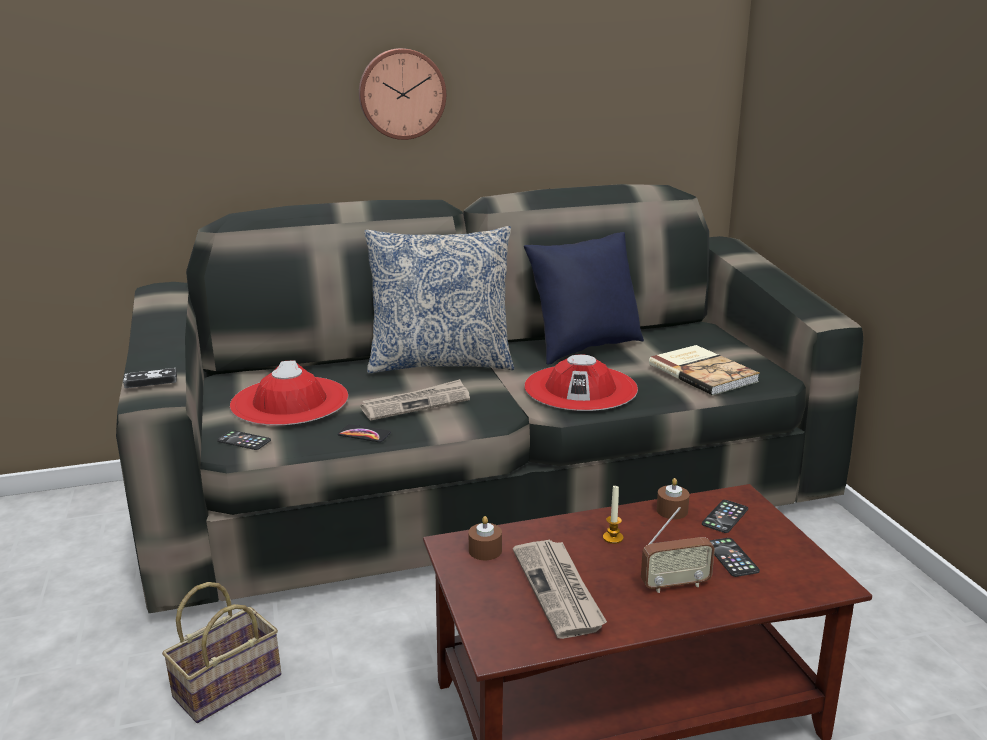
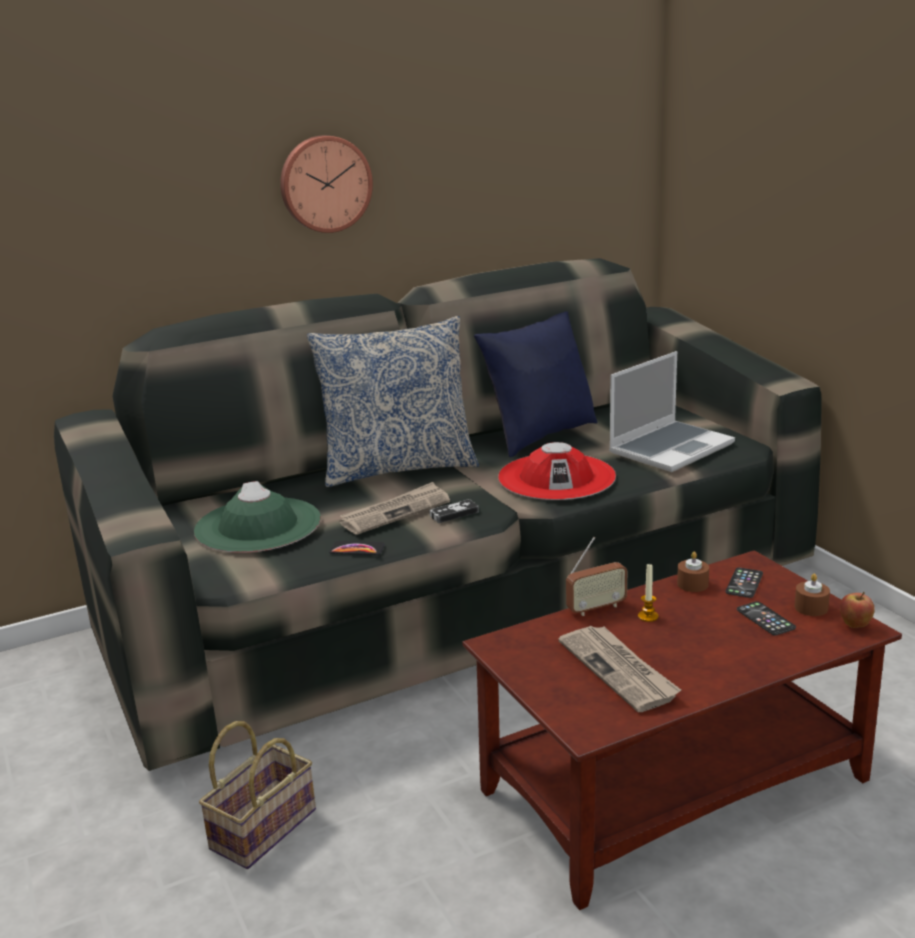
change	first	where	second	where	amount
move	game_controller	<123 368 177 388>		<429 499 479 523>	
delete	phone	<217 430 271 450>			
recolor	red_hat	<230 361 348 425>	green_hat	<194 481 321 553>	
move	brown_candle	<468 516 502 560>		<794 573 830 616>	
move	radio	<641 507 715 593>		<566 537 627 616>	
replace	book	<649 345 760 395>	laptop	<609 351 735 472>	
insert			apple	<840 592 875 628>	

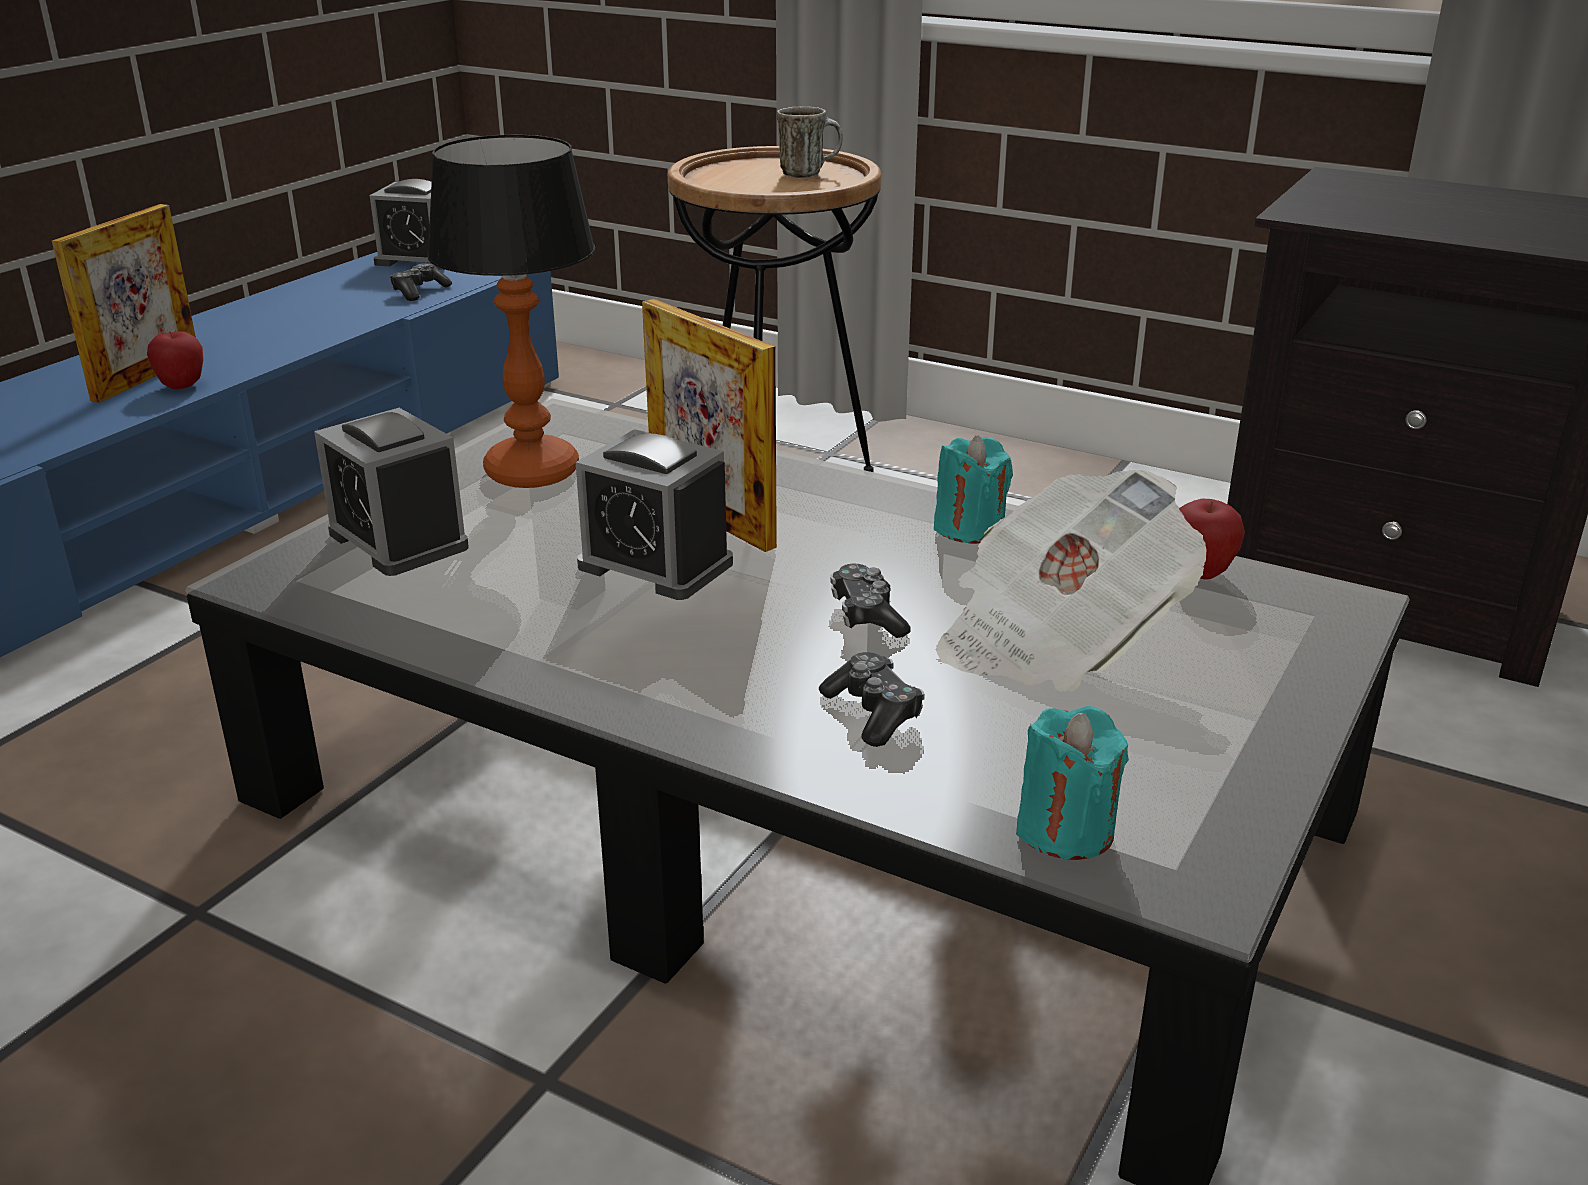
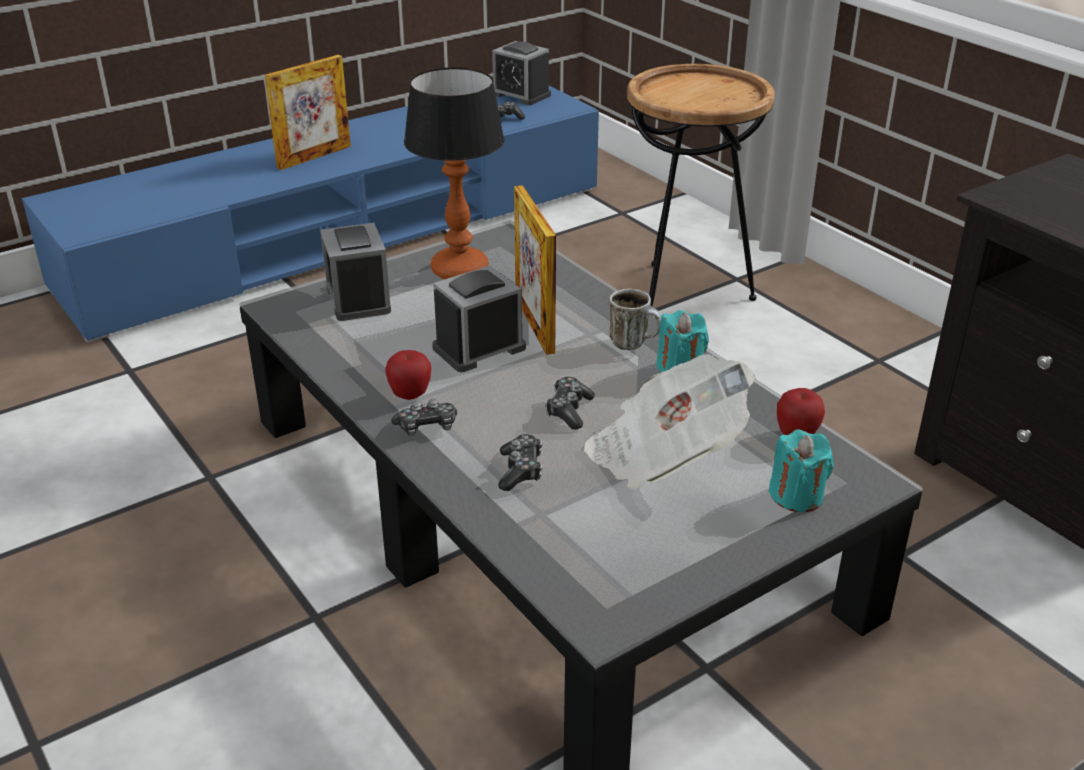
change	first	where	second	where	amount
move	apple	<147 331 203 389>		<386 350 431 400>	
rotate	alarm_clock	<575 429 733 600>		<432 265 526 372>	90 degrees clockwise
move	mug	<777 106 843 178>		<609 289 662 350>	
move	turquoise_candle	<1016 706 1129 860>		<769 429 834 512>	
insert			game_controller	<391 399 457 436>	

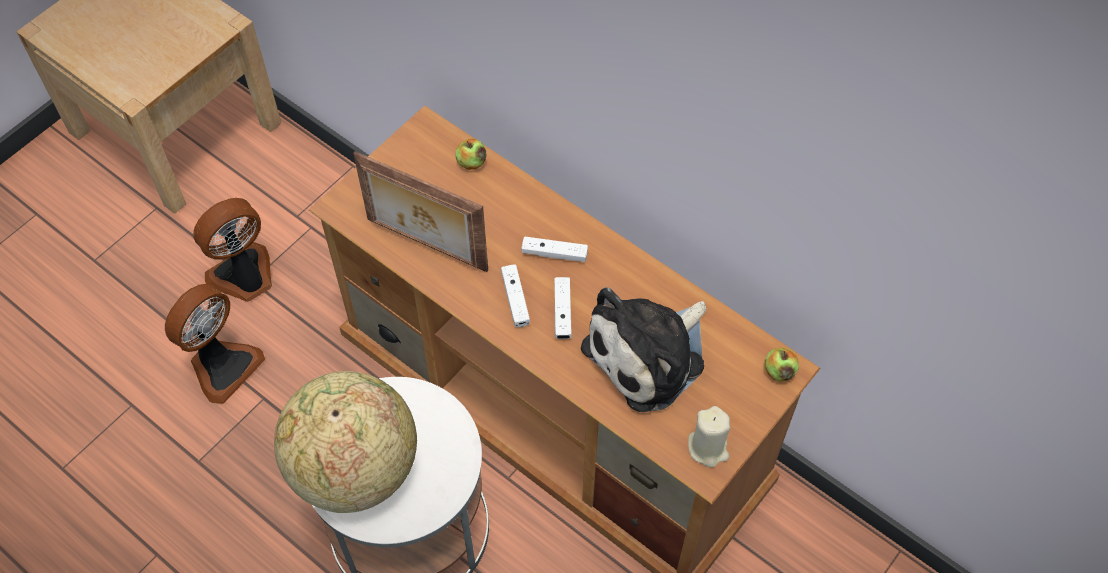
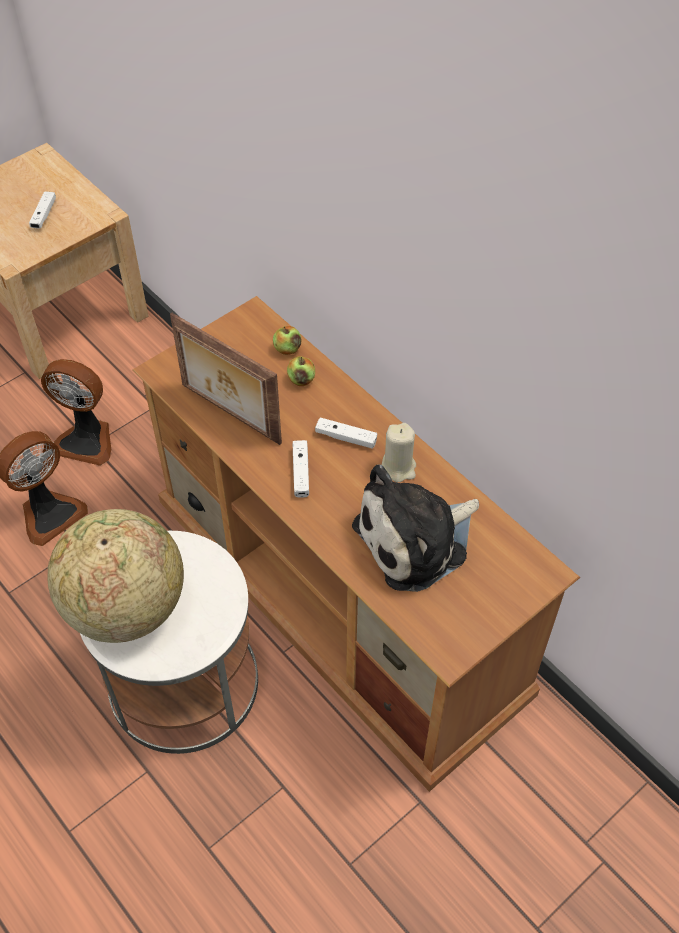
change	first	where	second	where	amount
rotate	fan	<193 198 272 302>		<41 359 111 466>	135 degrees counterclockwise
move	white_game_controller	<554 277 572 339>		<29 191 56 229>	
move	beige_candle	<688 406 730 468>		<382 423 416 482>	
move	apple	<765 348 799 382>		<287 356 315 386>	

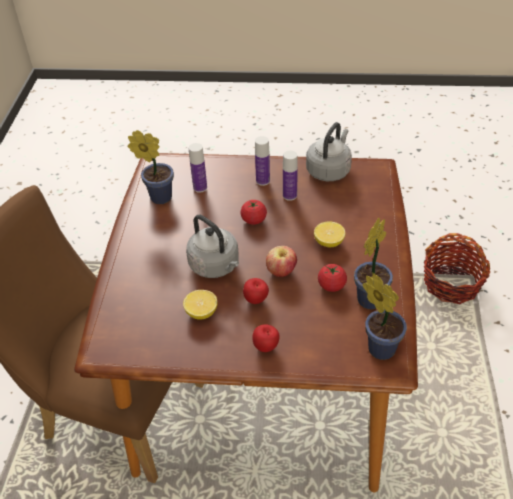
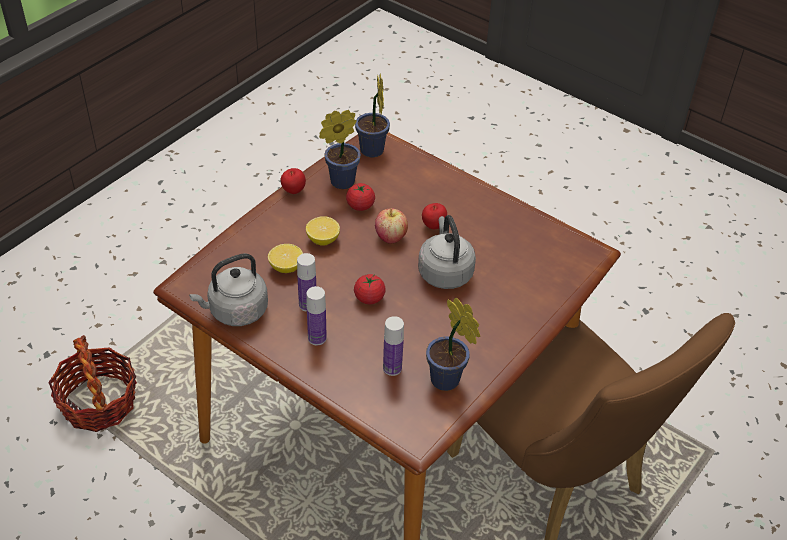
change	first	where	second	where	amount
move	lemon	<183 290 218 319>		<268 244 303 273>	
move	apple	<252 324 280 352>		<280 168 306 194>	

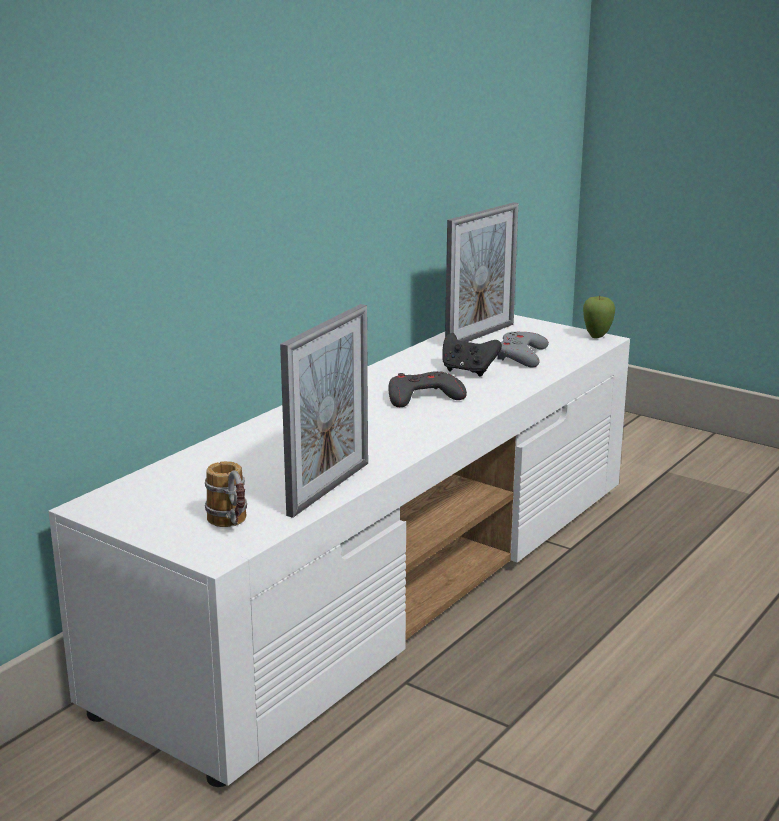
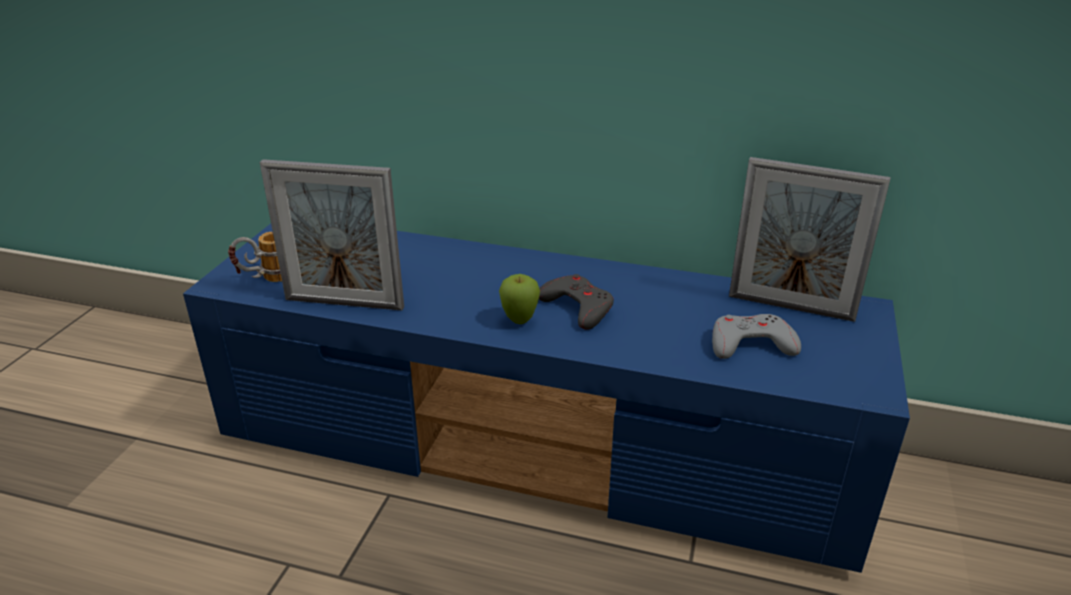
change	first	where	second	where	amount
recolor	white_tv_stand	<48 315 630 787>	blue_tv_stand	<183 224 910 573>	
delete	black_game_controller	<443 333 502 377>			
move	apple	<583 296 615 338>		<499 274 540 324>	

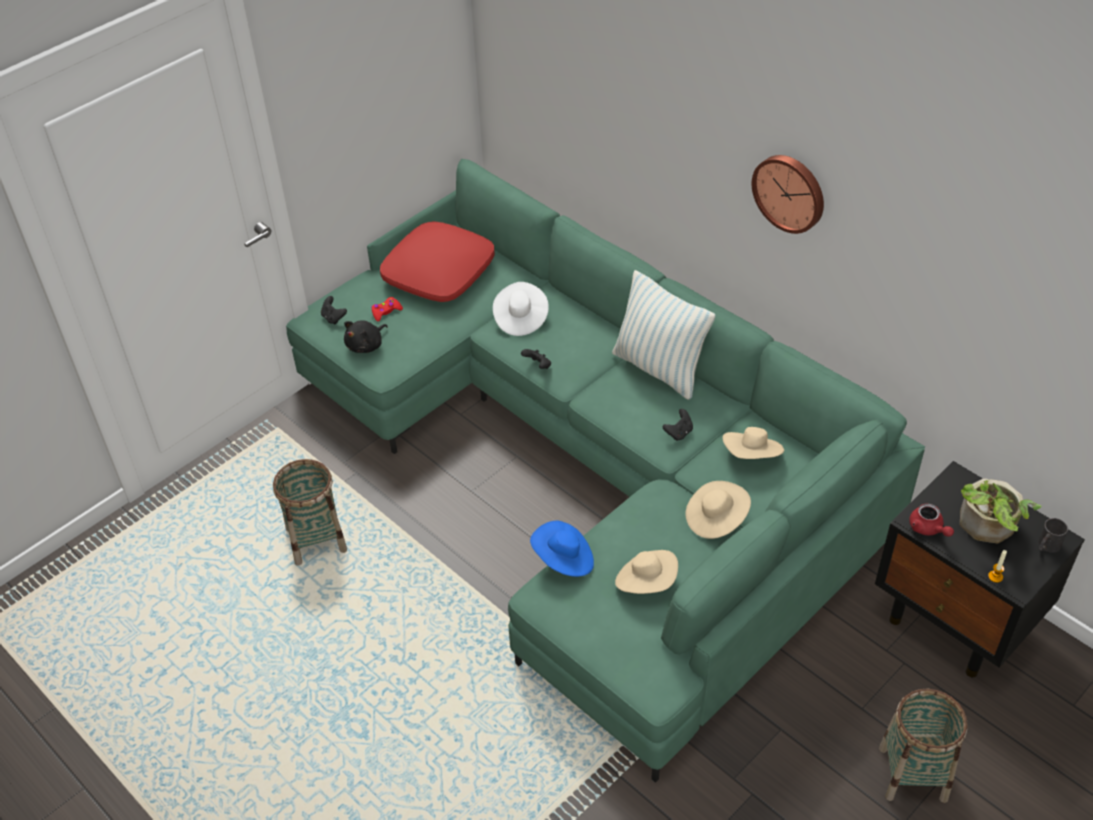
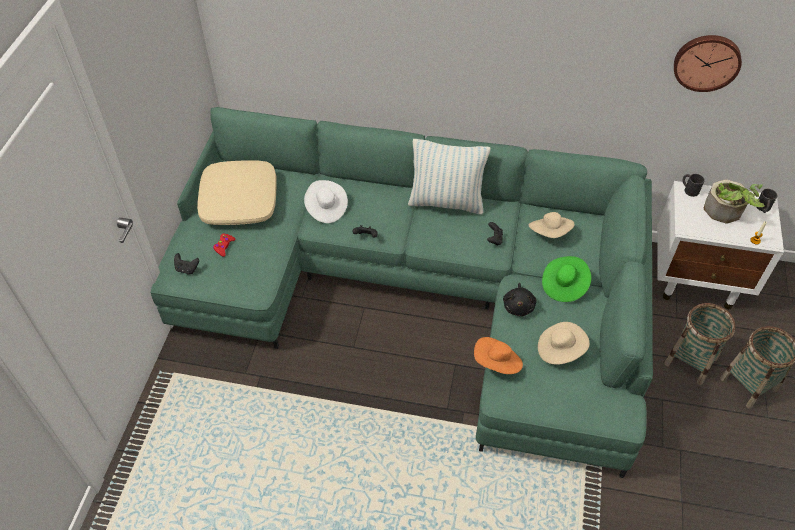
change	first	where	second	where	amount
move	basket	<273 459 347 565>		<664 303 735 385>	
move	black_plush_toy	<344 320 388 353>		<503 283 537 316>	
recolor	red_pillow	<380 221 495 302>	beige_pillow	<197 160 277 225>	
recolor	blue_hat	<530 521 594 577>	orange_hat	<474 337 523 374>	
recolor	beige_hat	<685 481 751 539>	green_hat	<542 256 591 302>	
move	wall_clock	<752 155 824 234>		<674 35 742 92>	
recolor	black_nightstand	<875 461 1085 678>	white_nightstand	<657 181 784 309>	
delete	red_teapot	<909 503 954 537>			
insert			black_mug	<682 174 705 197>	

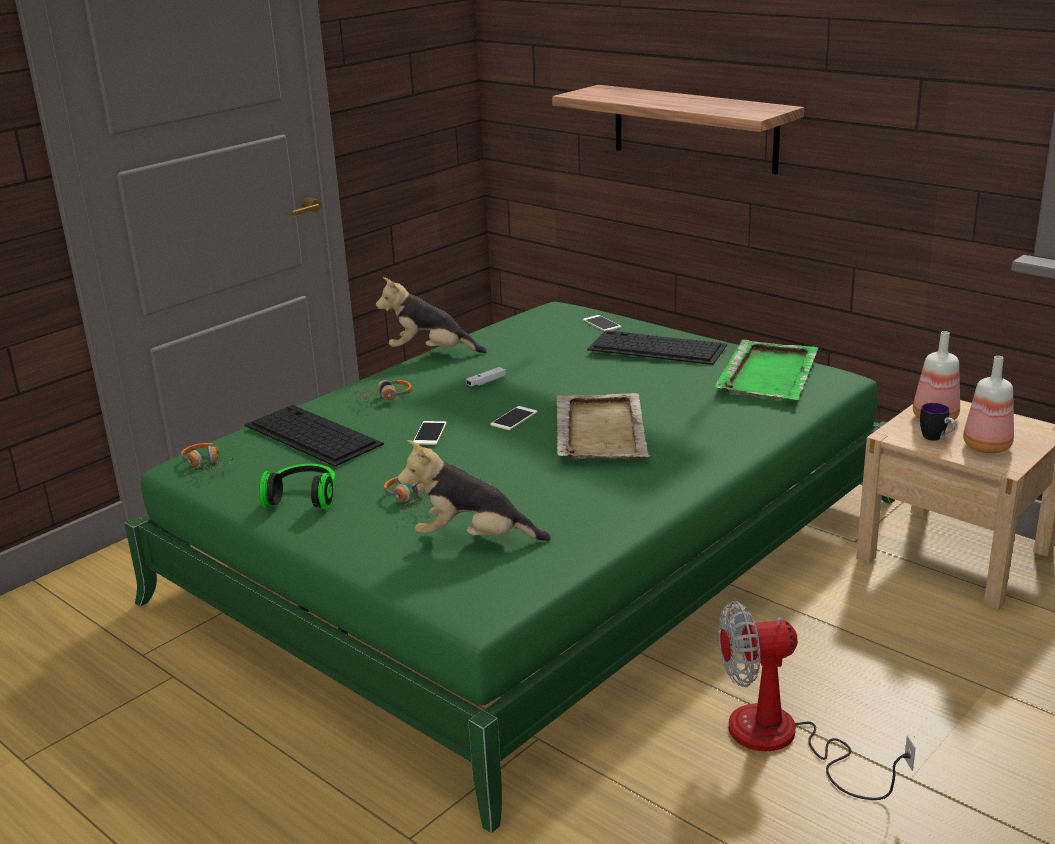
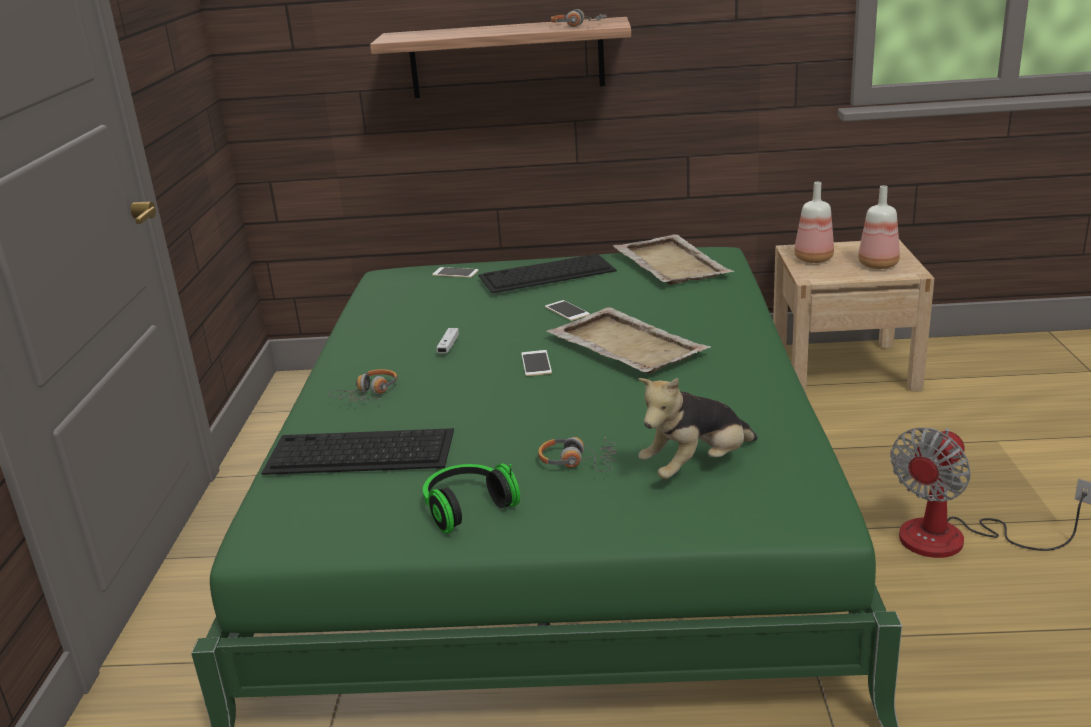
change	first	where	second	where	amount
move	headphones	<181 443 237 476>		<551 9 607 27>	
delete	plush_toy	<376 277 487 353>			
move	phone	<413 421 447 445>		<545 300 590 321>	
recolor	green_tray	<715 339 818 400>	beige_tray	<613 234 734 285>	
delete	mug	<920 403 956 441>			

